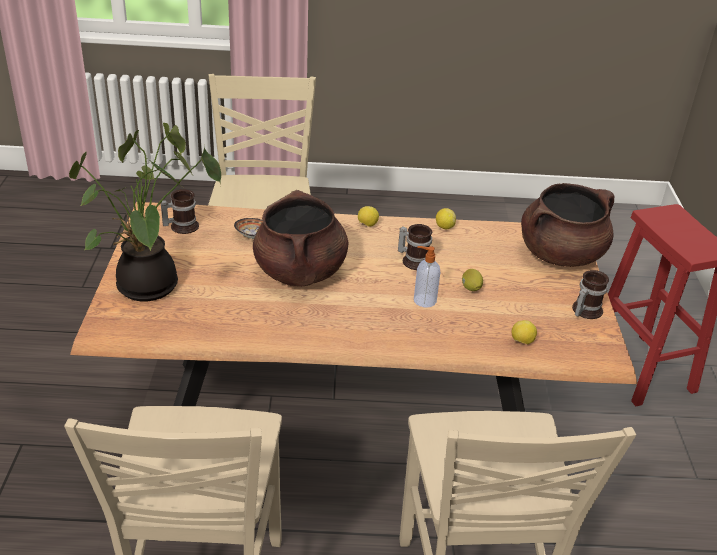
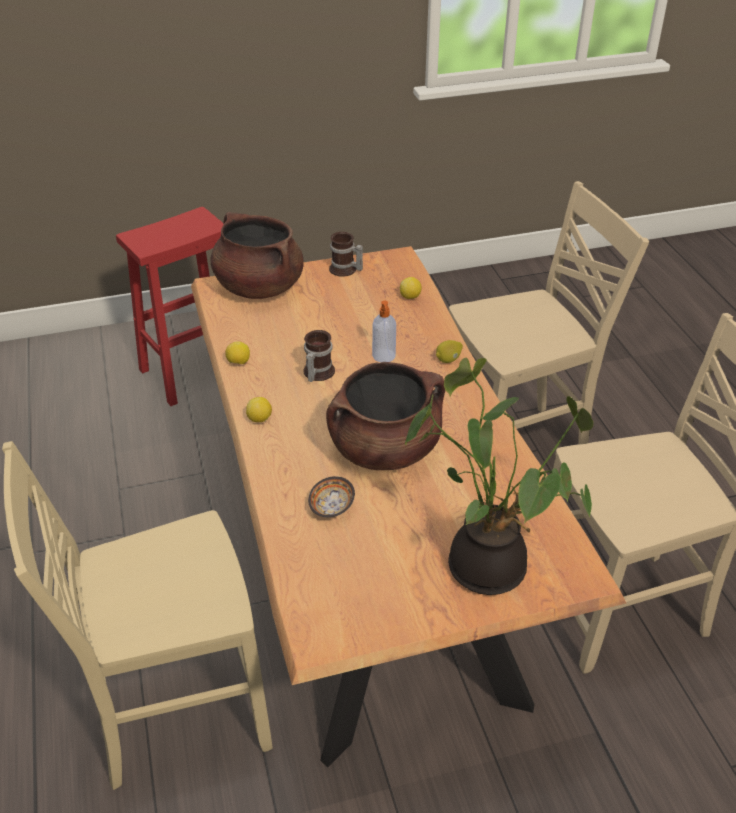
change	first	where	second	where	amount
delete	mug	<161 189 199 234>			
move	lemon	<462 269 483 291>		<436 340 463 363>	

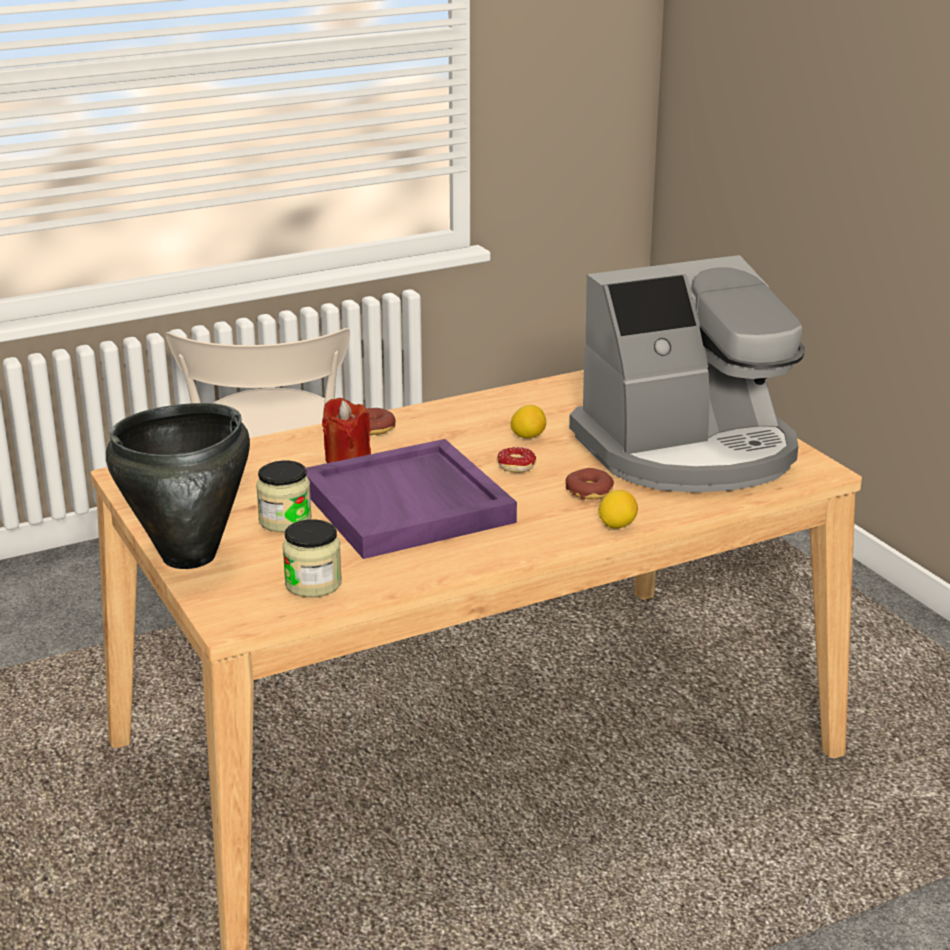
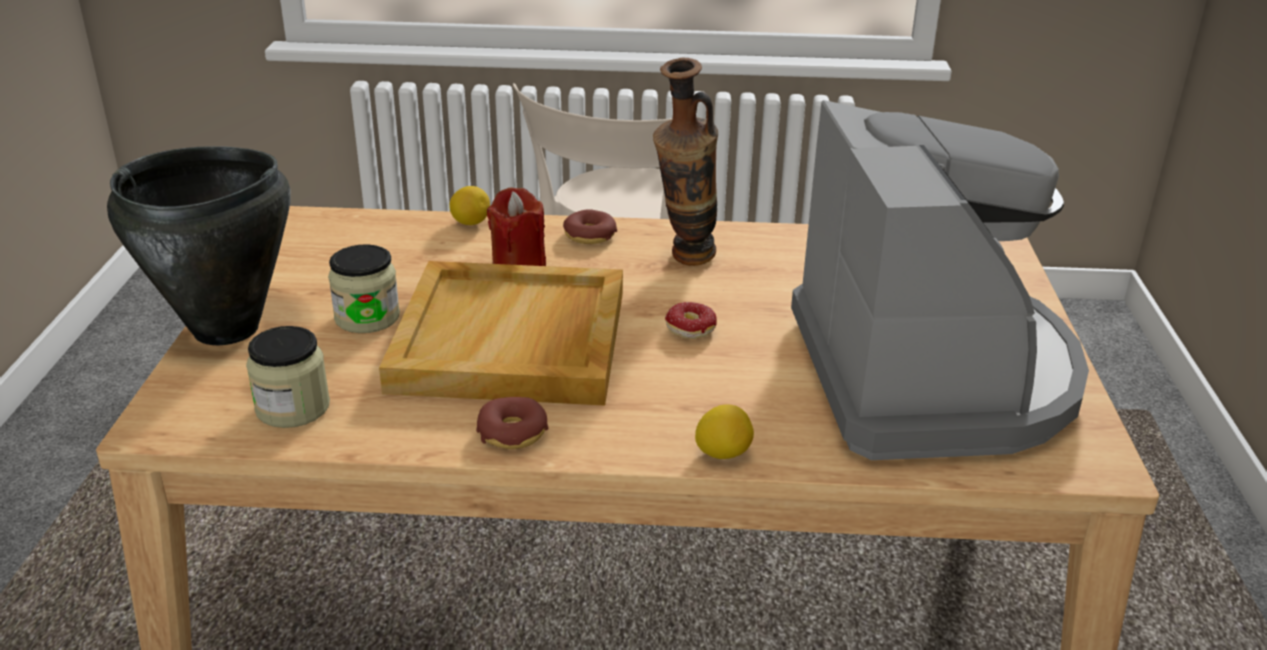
change	first	where	second	where	amount
recolor	purple_tray	<306 439 517 559>	beige_tray	<379 261 623 406>	
move	lemon	<510 405 546 438>		<449 186 490 225>	
move	donut	<566 468 614 500>		<476 397 548 449>	
rotate	coffee_machine	<569 255 805 493>		<791 100 1089 460>	105 degrees counterclockwise
insert			vase	<653 58 718 266>	

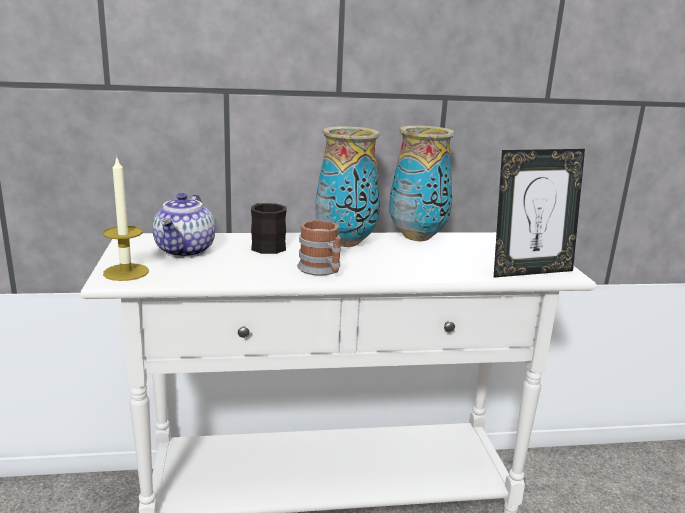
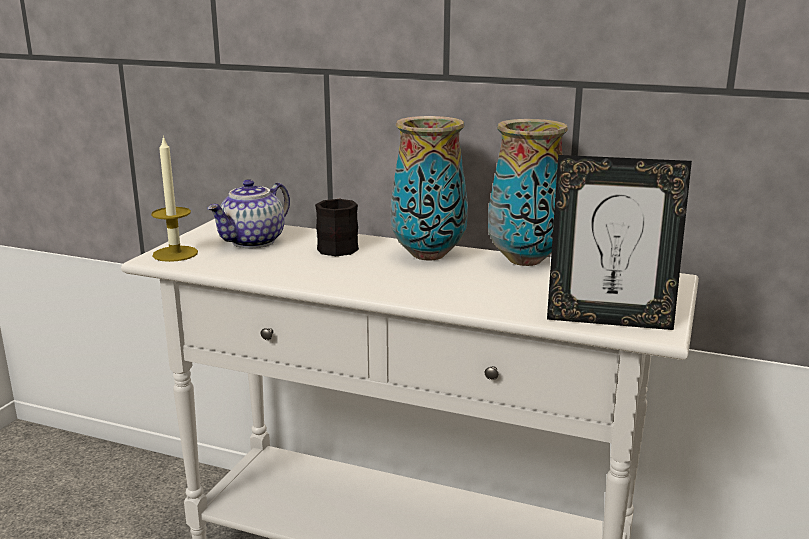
change	first	where	second	where	amount
delete	mug	<297 219 341 276>			

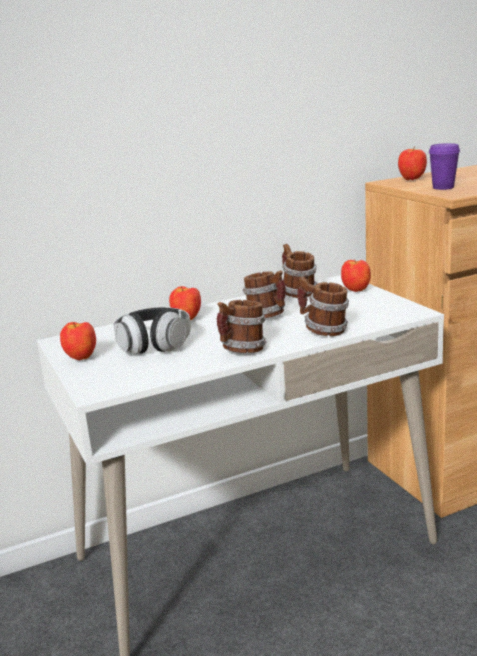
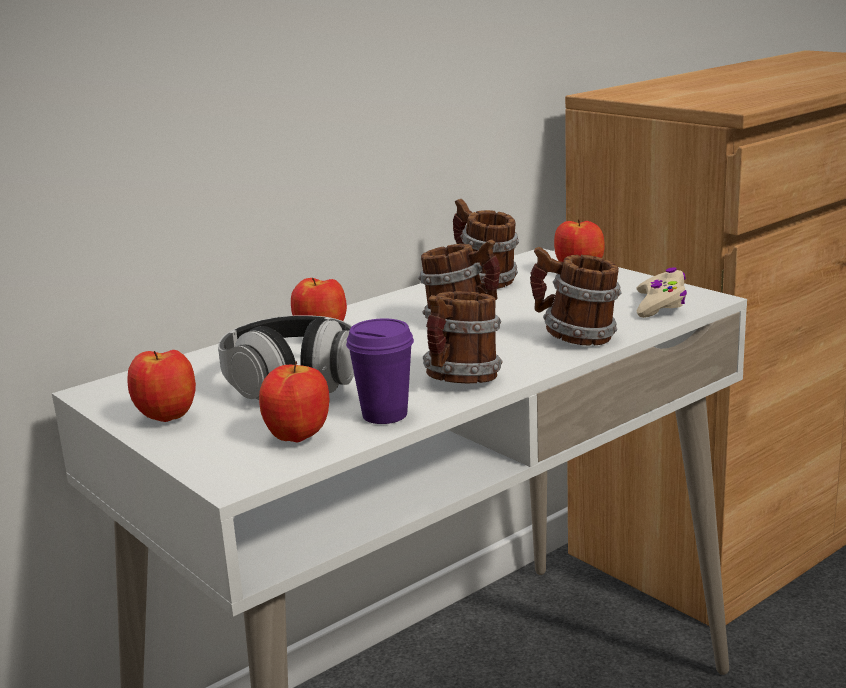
change	first	where	second	where	amount
move	apple	<398 146 427 180>		<259 361 329 443>	
move	purple_cup	<429 143 460 190>		<346 318 414 424>	
insert			beige_game_controller	<637 267 687 318>	

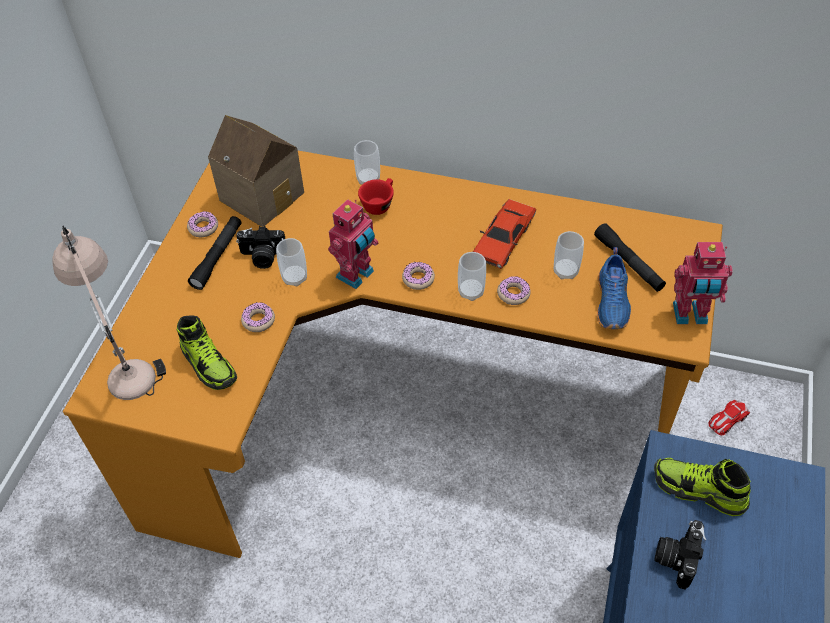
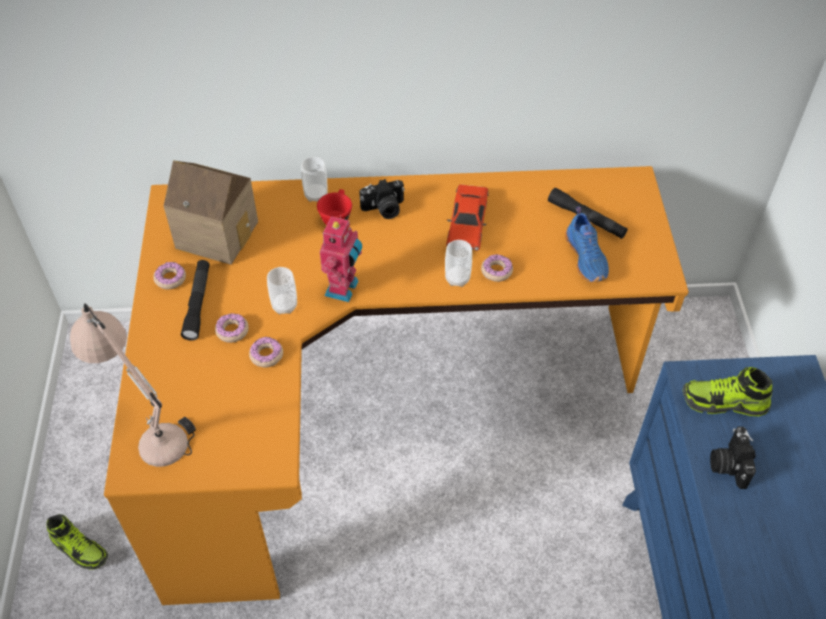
change	first	where	second	where	amount
move	shoe	<177 315 237 390>		<47 514 108 570>	
move	photo_camera	<236 226 285 269>		<359 179 405 219>	
move	donut	<402 262 435 290>		<215 313 249 343>	
delete	cup	<554 231 584 279>			
delete	toy_robot	<673 242 733 324>			
delete	toy_car	<708 400 750 435>			

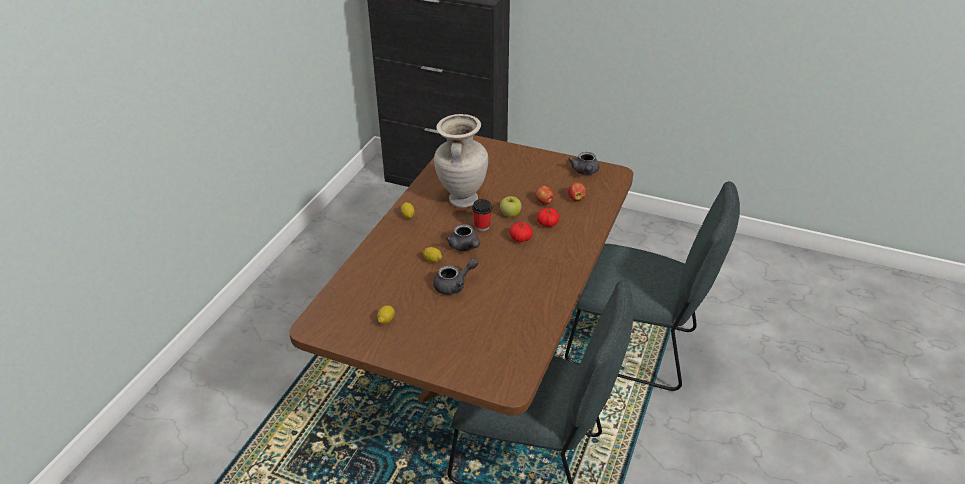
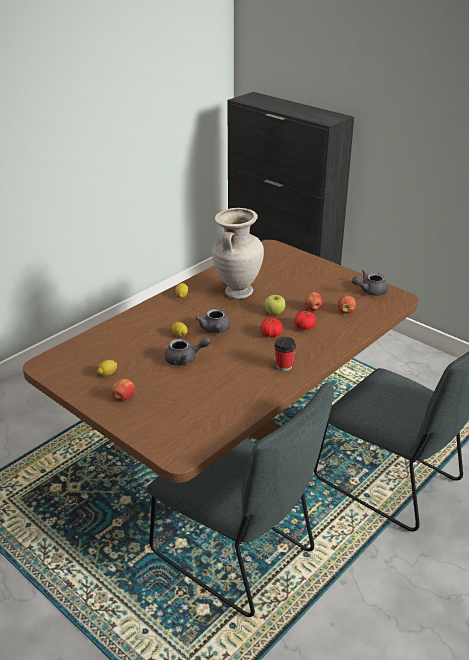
change	first	where	second	where	amount
move	cup	<472 199 492 231>		<275 337 296 371>	
rotate	grey_teapot	<568 152 599 175>		<352 270 388 296>	45 degrees clockwise
insert			apple	<112 379 135 401>	

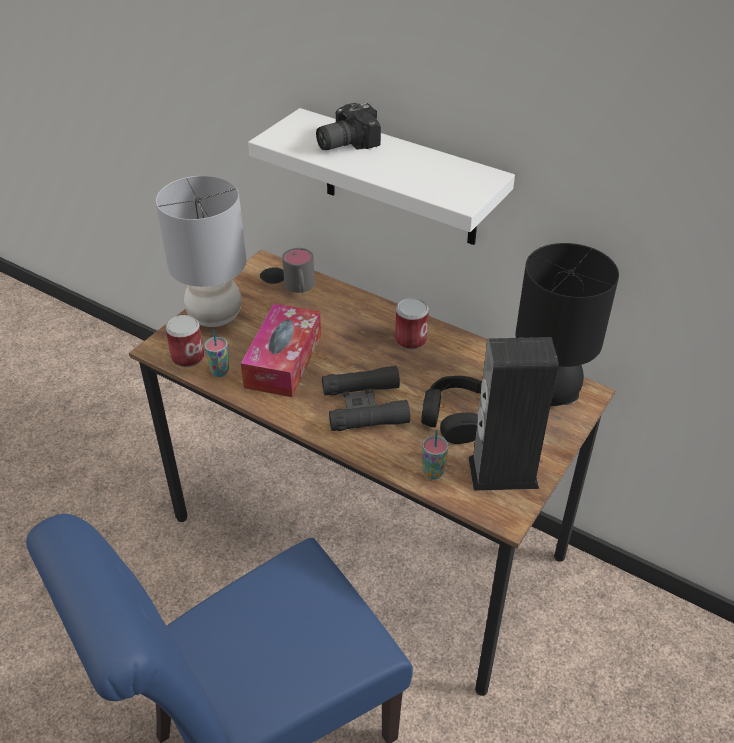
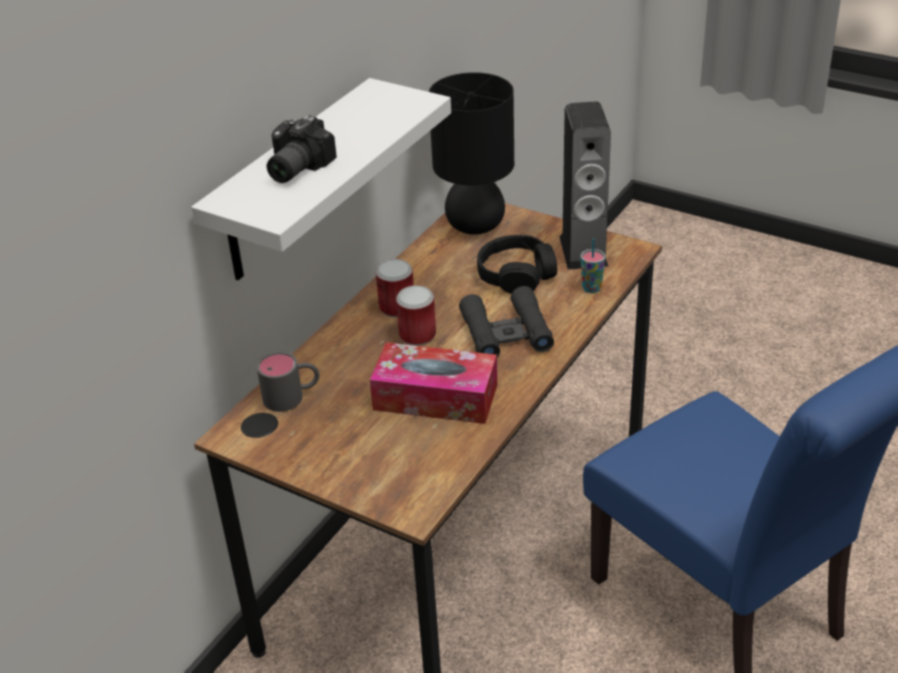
change	first	where	second	where	amount
delete	grey_table_lamp	<156 176 247 327>			
move	can	<166 315 204 368>		<396 285 436 346>	
delete	cup	<204 329 229 377>			
rotate	photo_camera	<316 103 381 150>		<267 115 337 183>	60 degrees clockwise

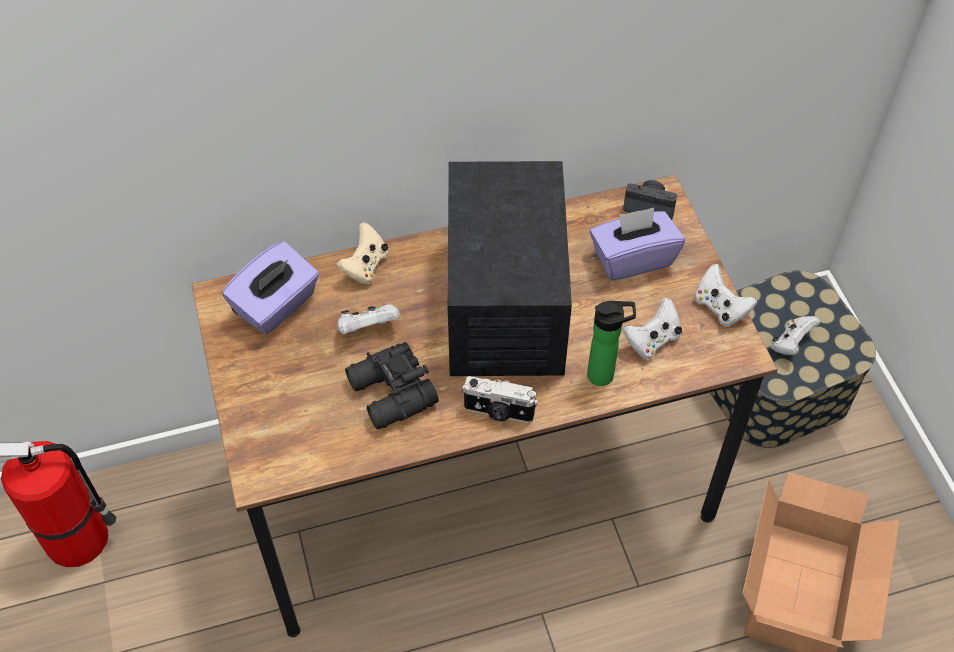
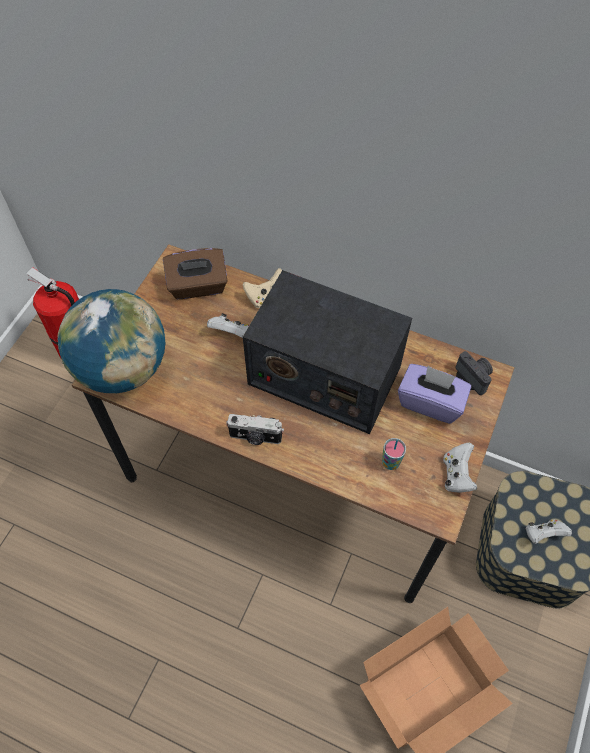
change	first	where	second	where	amount
recolor	purple_tissue_box	<222 241 319 334>	brown_tissue_box	<163 248 227 299>	
delete	black_binoculars	<345 342 439 430>			
rotate	radio	<447 161 572 376>		<243 270 412 434>	75 degrees clockwise
rotate	photo_camera	<462 376 538 423>		<226 414 284 445>	45 degrees counterclockwise
delete	bottle	<587 301 636 386>			
replace	white_game_controller	<622 298 682 359>	cup	<382 438 406 470>	
insert			globe	<58 289 165 393>	

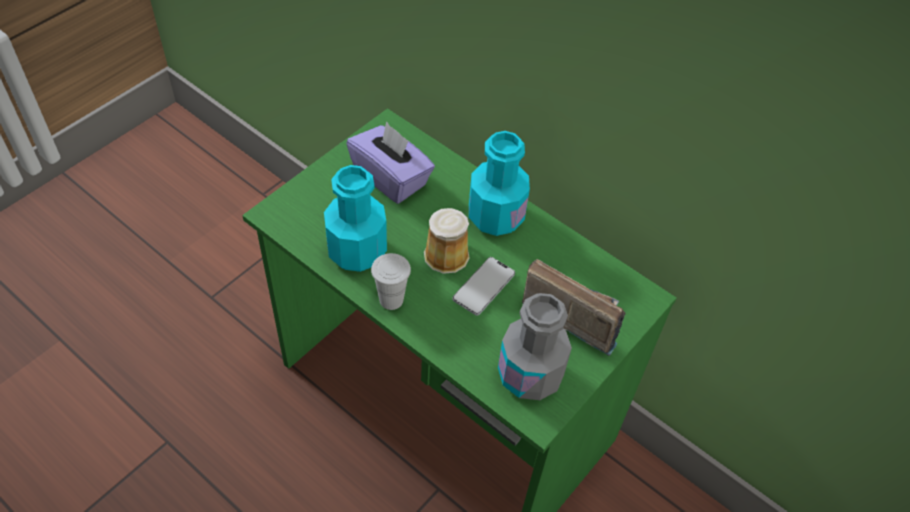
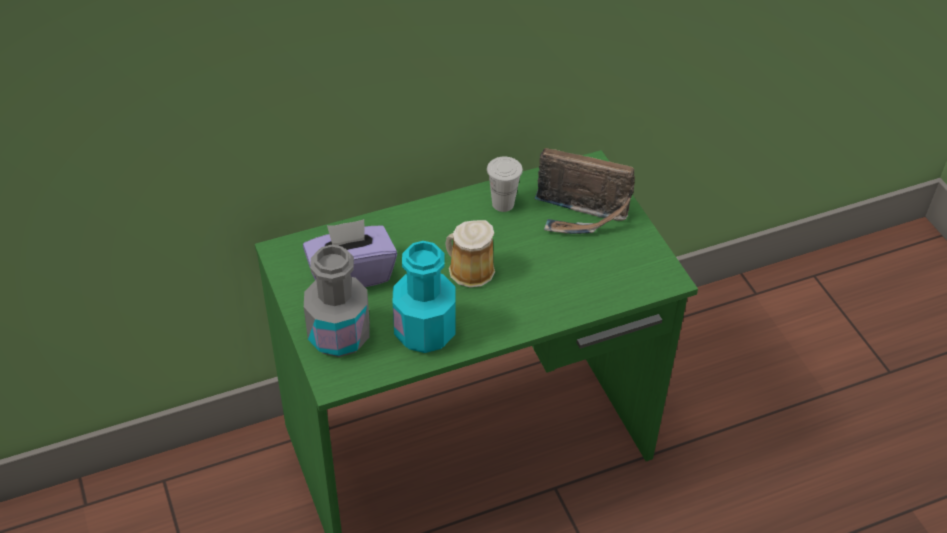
change	first	where	second	where	amount
move	white_cup	<371 253 411 310>		<487 157 523 212>	
delete	phone	<453 257 515 316>			
delete	turquoise_bottle	<469 131 530 236>			
move	grey_bottle	<498 293 572 400>		<304 245 370 357>	
rotate	radio	<522 259 625 356>		<535 148 635 234>	135 degrees counterclockwise

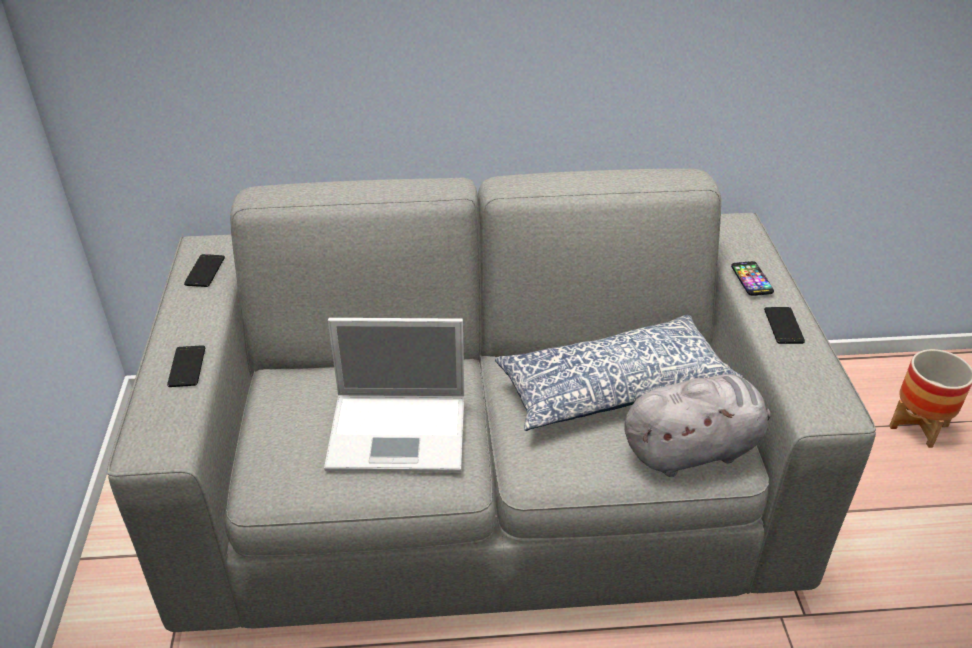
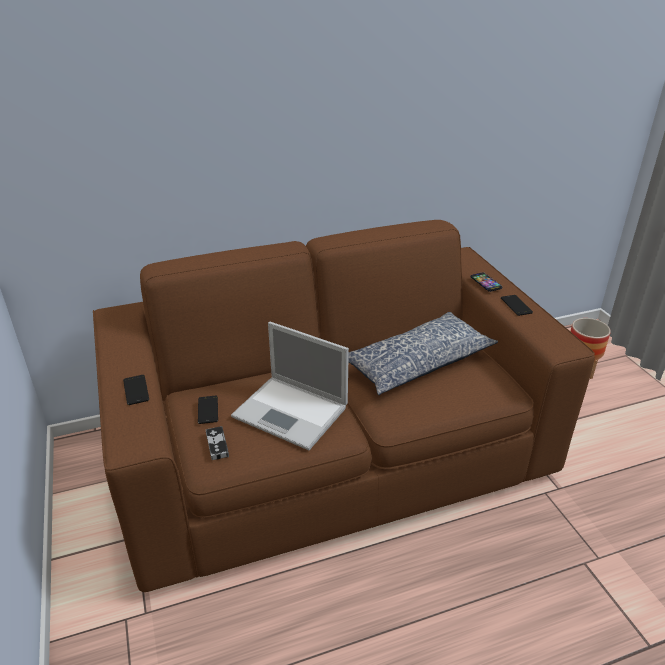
change	first	where	second	where	amount
recolor	grey_sofa	<107 169 876 632>	brown_sofa	<93 220 595 592>	
move	phone	<184 254 225 287>		<198 396 218 424>	
rotate	laptop	<324 318 464 472>		<231 322 349 450>	45 degrees clockwise
delete	grey_plush_toy	<624 374 770 477>			
insert			game_controller	<206 426 229 460>	

